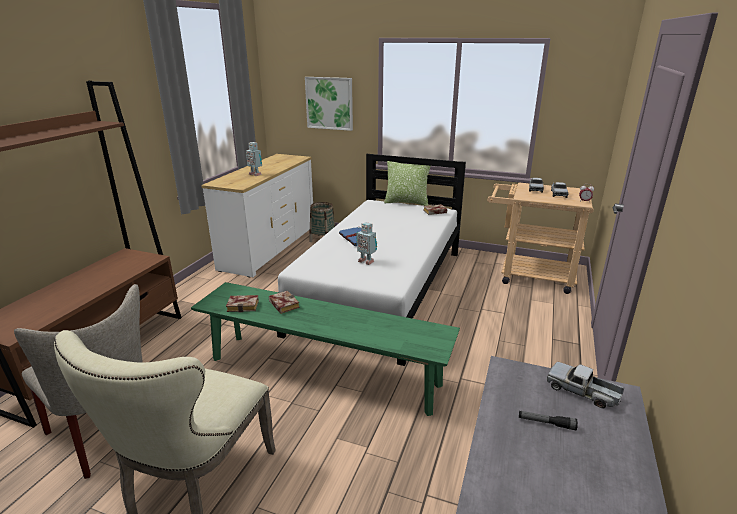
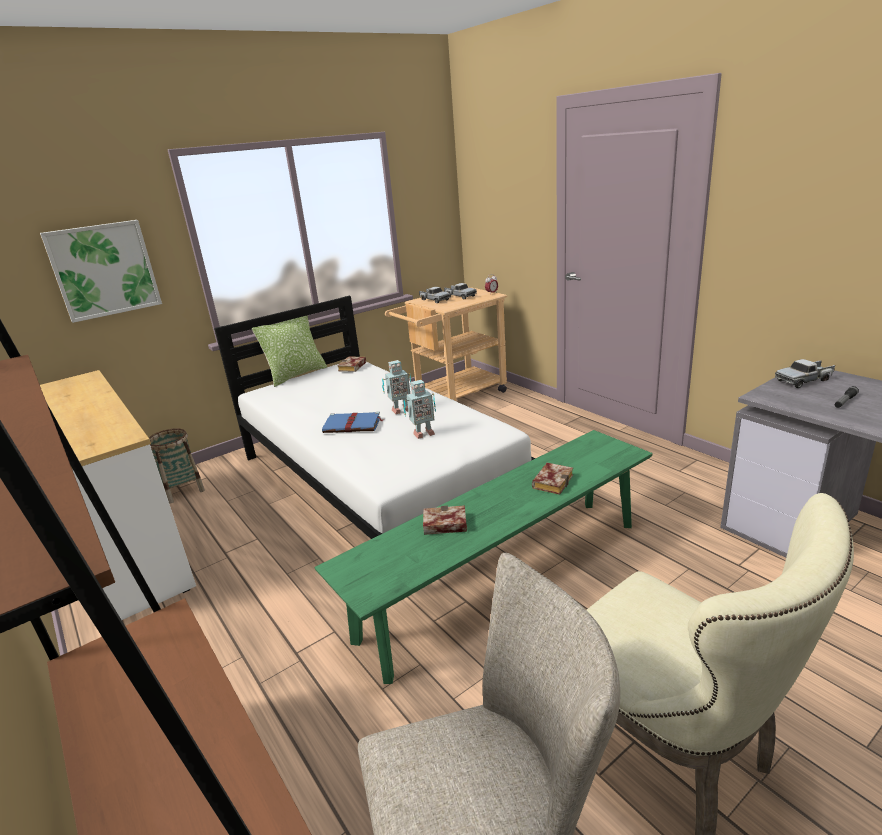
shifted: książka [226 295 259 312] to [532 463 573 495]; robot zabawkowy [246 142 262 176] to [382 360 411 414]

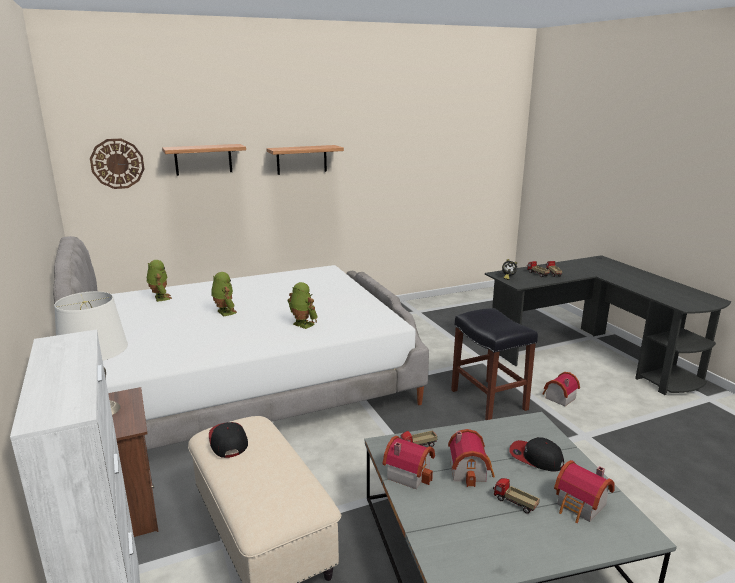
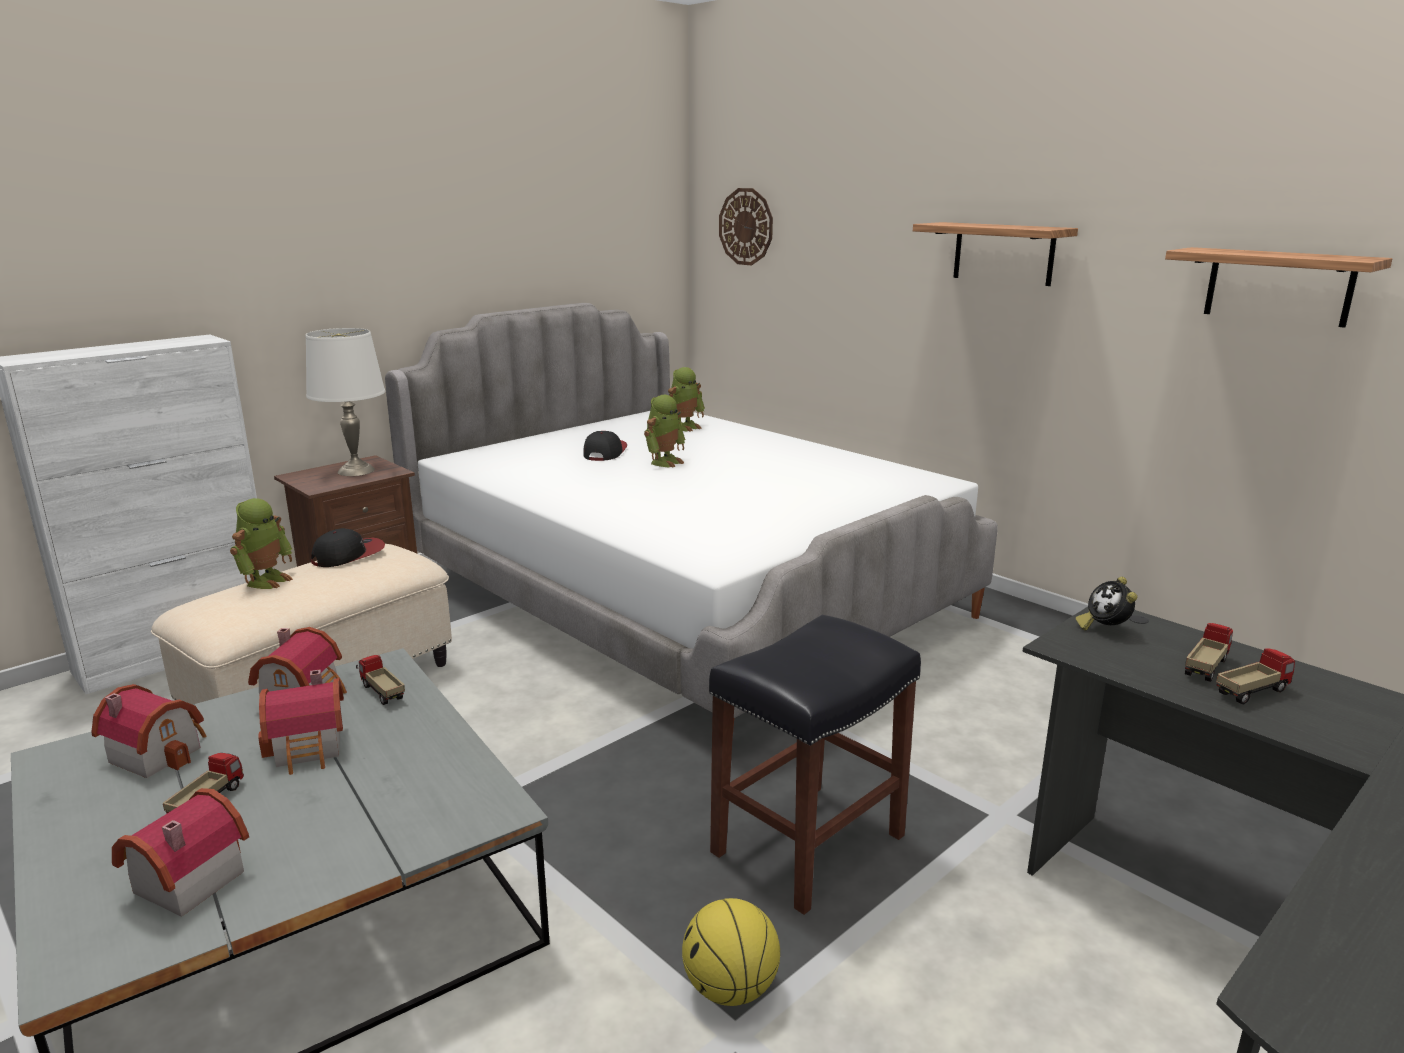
new: piłka do koszykówki [682 898 780 1006]
shifted: półka [162 144 246 176] to [1165 247 1392 328]; robot zabawkowy [288 282 318 329] to [230 498 293 589]; czapka z daszkiem [509 437 564 472] to [583 431 627 461]; domek [543 372 580 406] to [91 684 207 778]

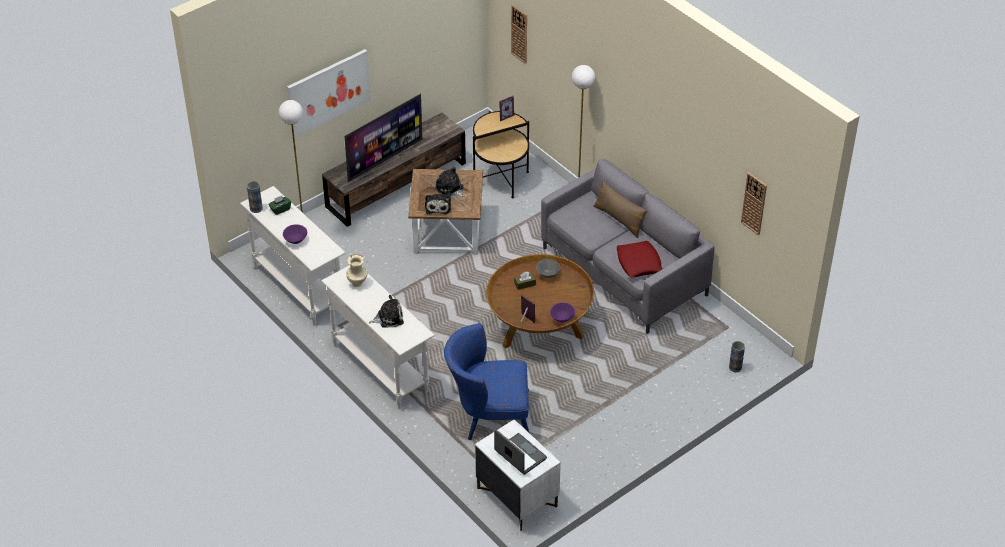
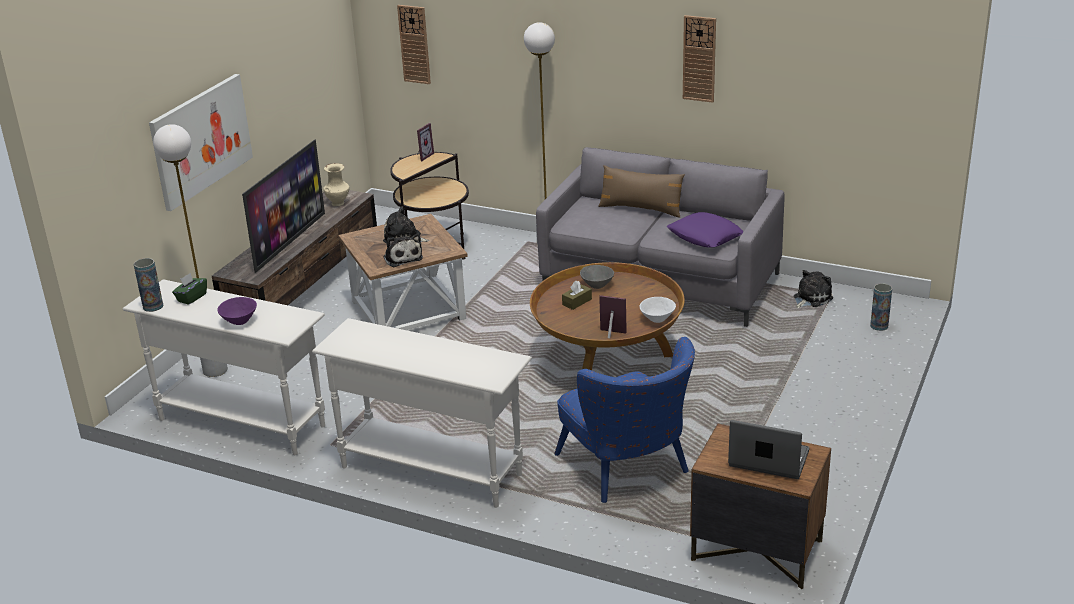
shifted: wazon/beżowy [346 254 368 287] to [323 163 349 206]; pluszak [369 295 404 328] to [794 270 833 308]; zegar ścienny [741 172 767 236] to [683 15 716 103]
repainted: szafka nocna/biały [475 419 561 531] to szafka nocna/brązowy [690 424 831 590]; miska/fioletowy [550 302 575 322] to miska/biały [640 297 676 323]; poduszka/czerwony [617 241 662 278] to poduszka/fioletowy [667 212 744 247]
rotated: fotel/niebieski [444 323 529 440] = [554 337 695 503] 90 degrees counterclockwise

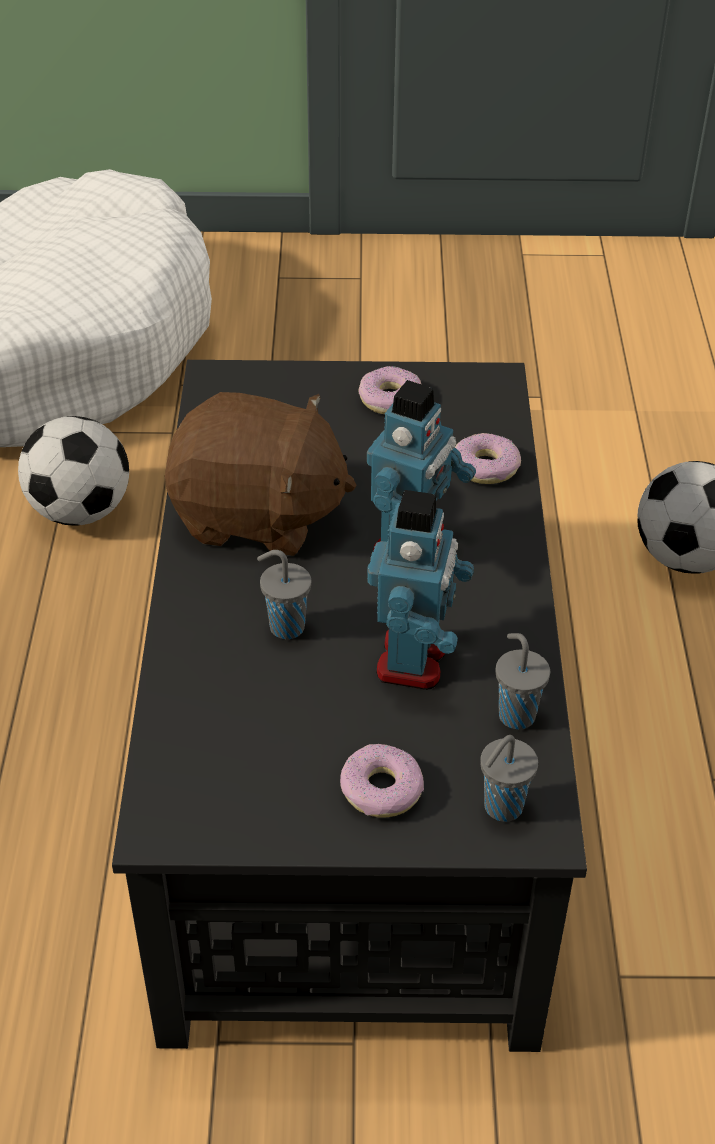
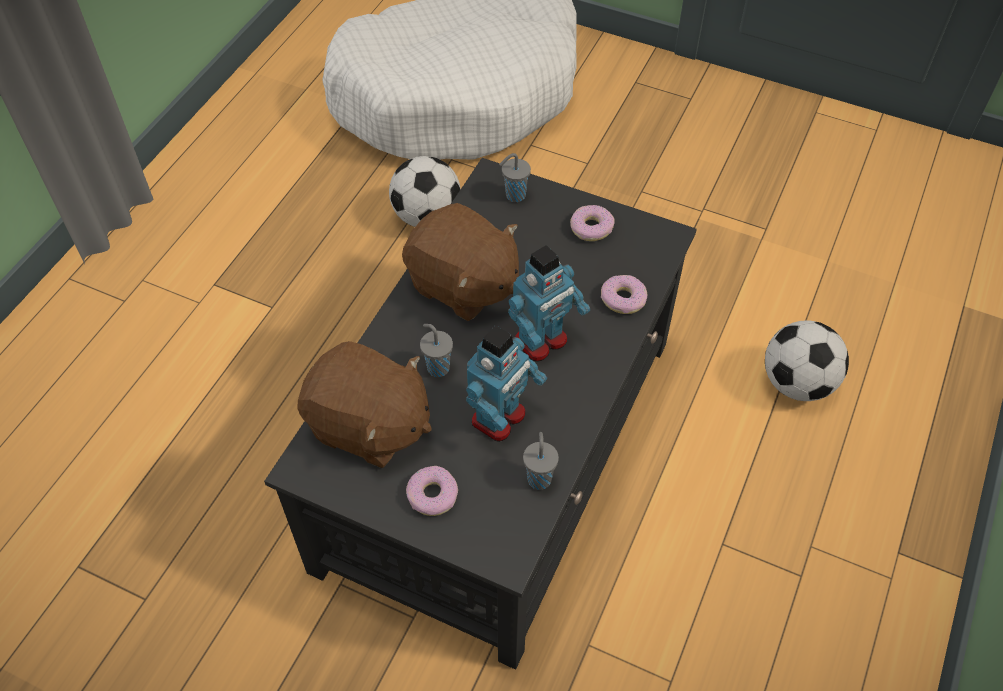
new: pluszak/brązowy [297 341 431 468]
shifted: filiżanka/szary [480 735 538 822] to [499 153 531 202]

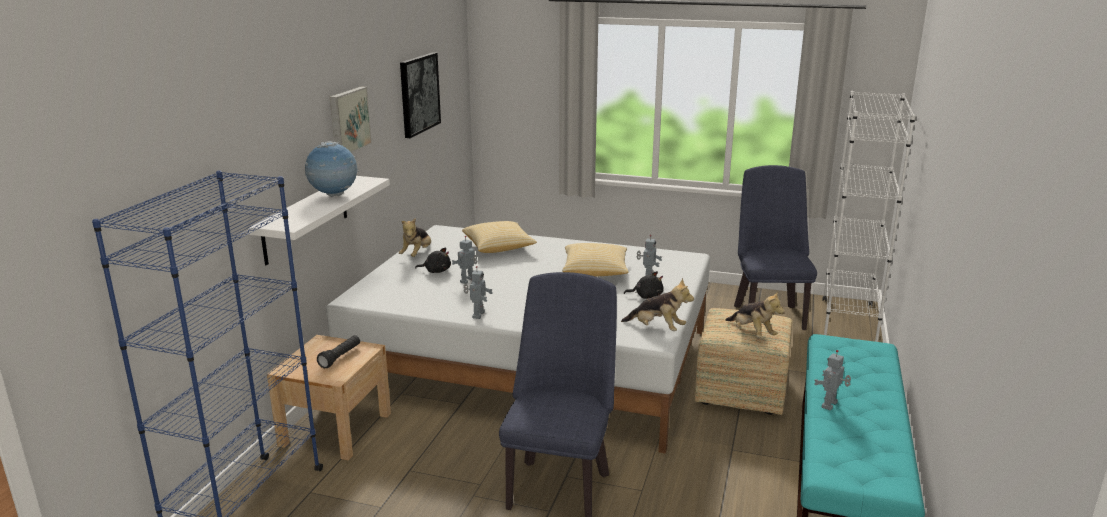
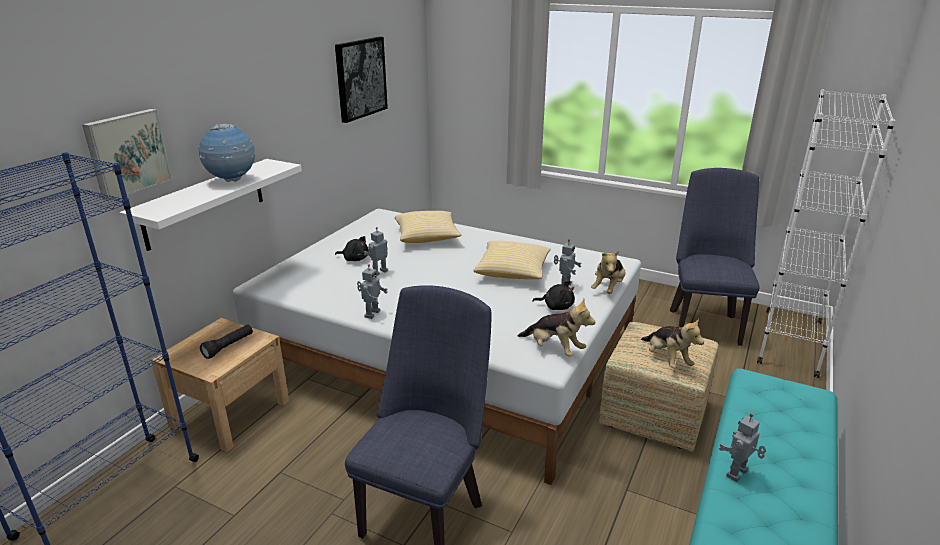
shifted: obraz [330 87 372 153] to [82 109 172 201]; pluszak [399 218 431 257] to [591 251 626 294]

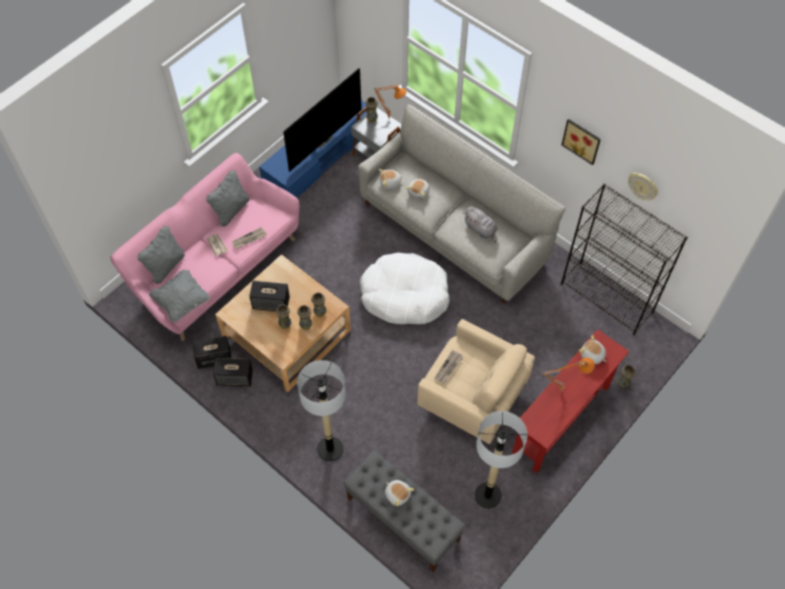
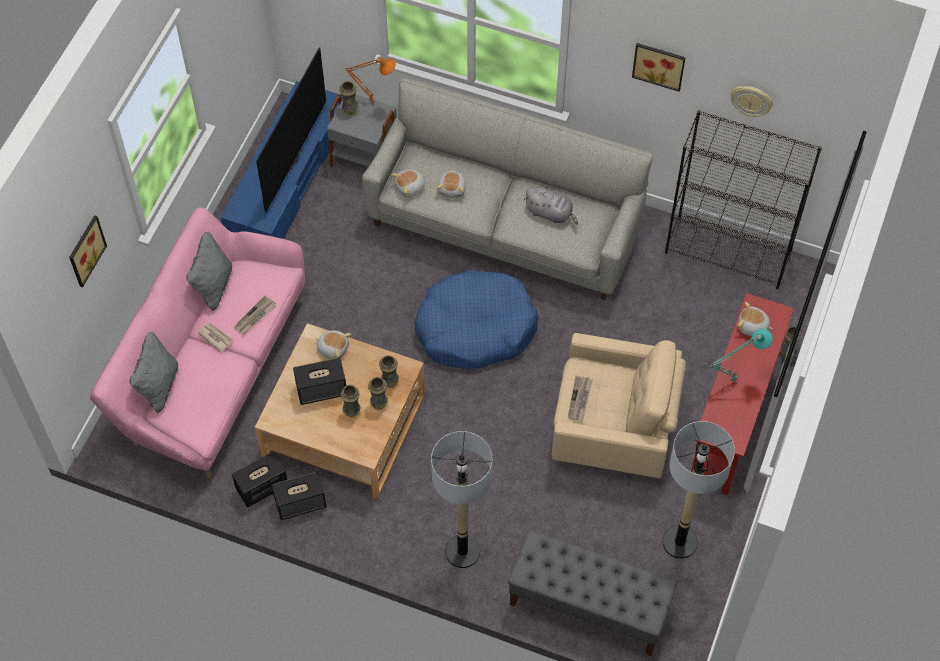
gone: poduszka/szary [149 270 210 322]
new: obraz [69 215 107 287]
shifted: pluszak [385 480 414 506] to [315 331 351 359]
repainted: legowisko/biały [360 253 450 324] to legowisko/niebieski [414 270 538 369]; lampa stołowa/pomarańczowy [543 357 595 391] to lampa stołowa/turkusowy [710 328 773 382]

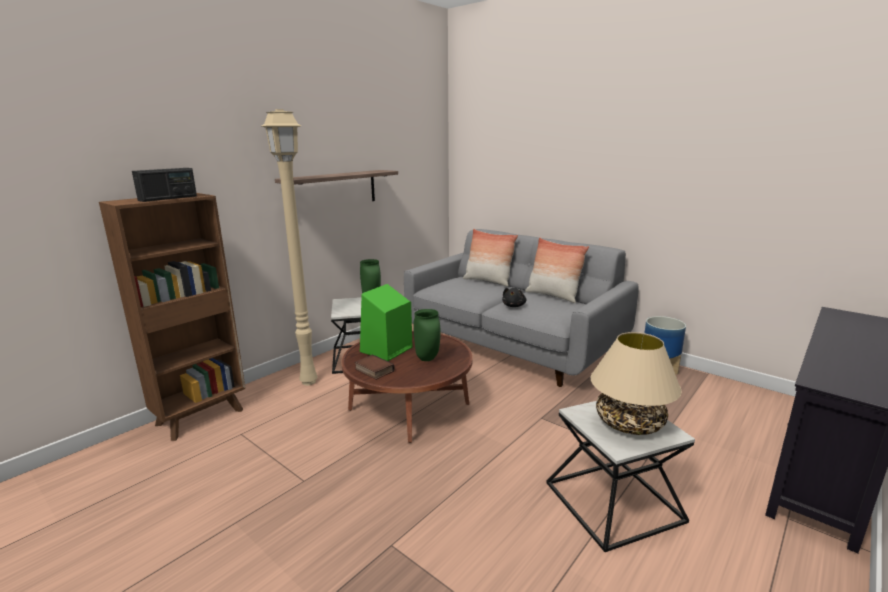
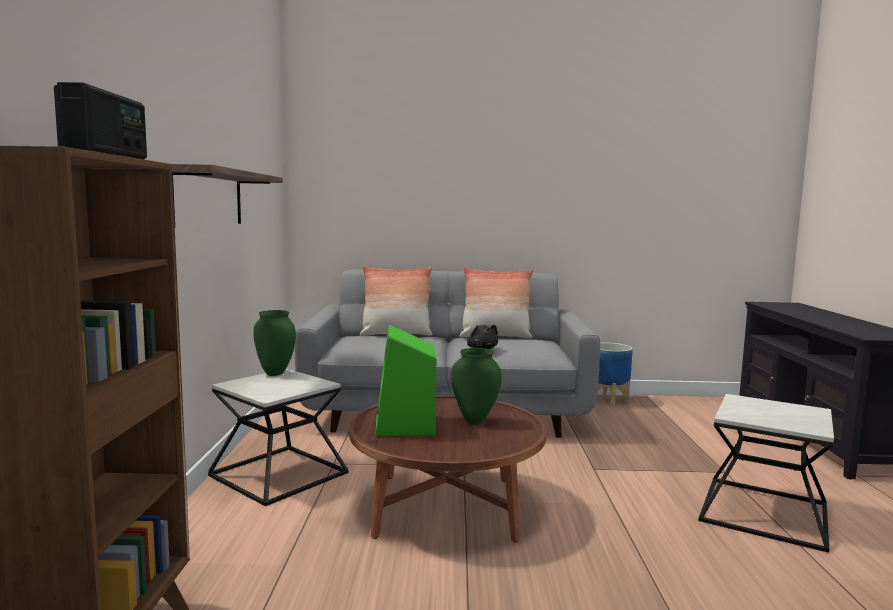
gone: lampa stojąca/beżowy [262 109 318 385]; książka [354 354 395 380]; lampa stołowa/beżowy [591 332 682 435]

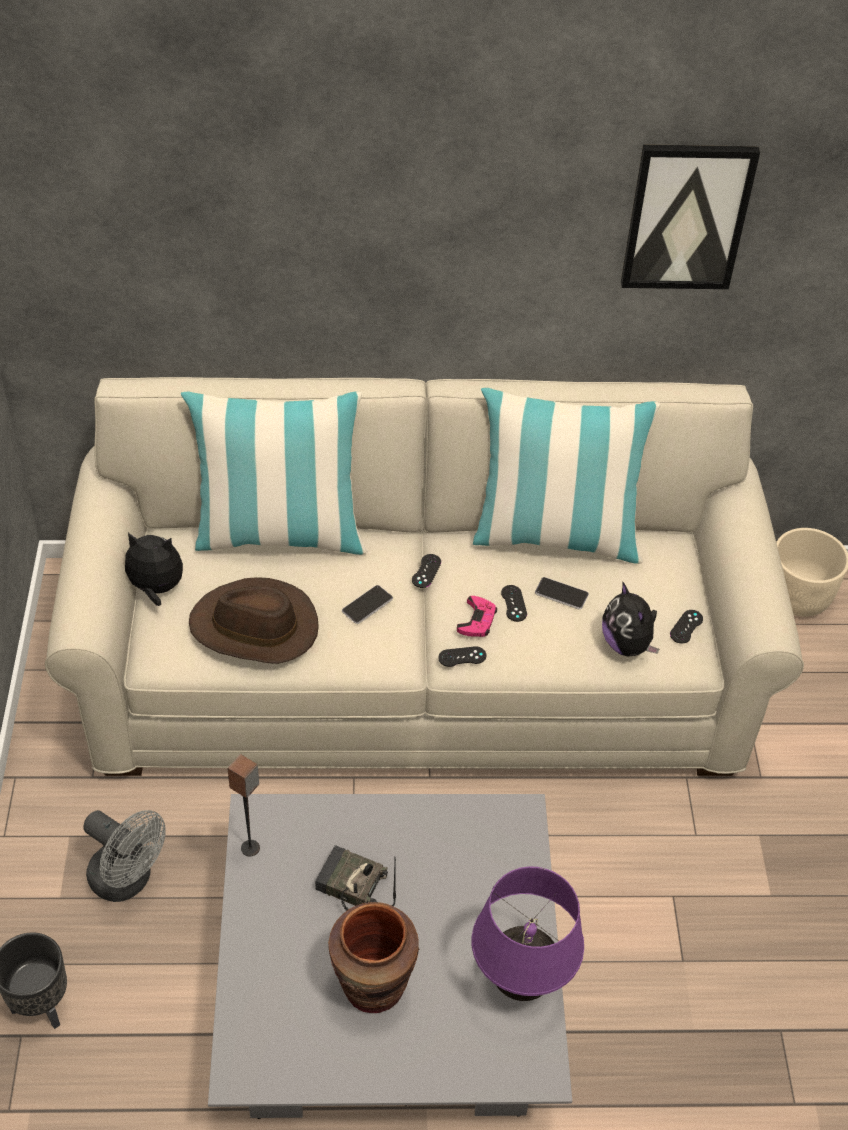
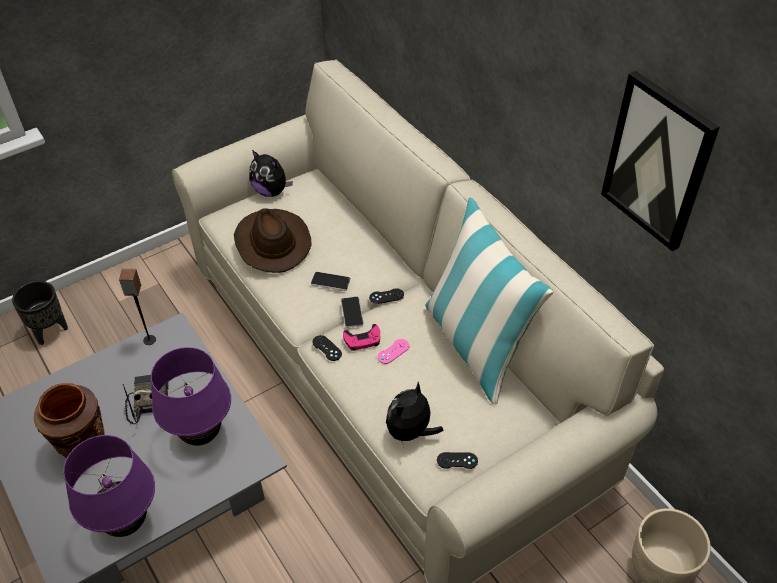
gone: wentylator/szary [83 810 166 902]; poduszka [181 392 368 555]
new: lampa stołowa/fioletowy [151 347 231 446]
shifted: telefon [535 577 589 610] to [341 297 364 328]
repainted: pad do gier/czarny [501 585 527 622] to pad do gier/różowy [377 339 409 364]
rotated: pluszak [125 533 183 606] = [249 150 293 197] 150 degrees clockwise

